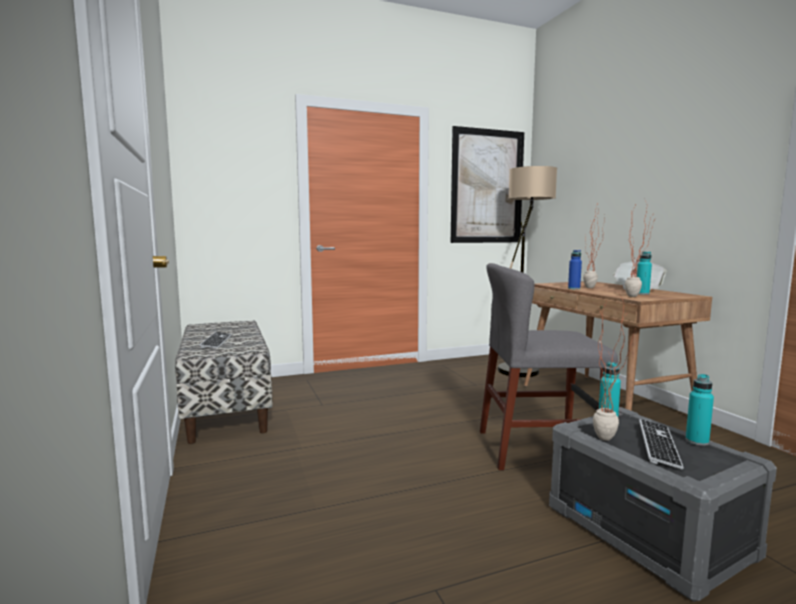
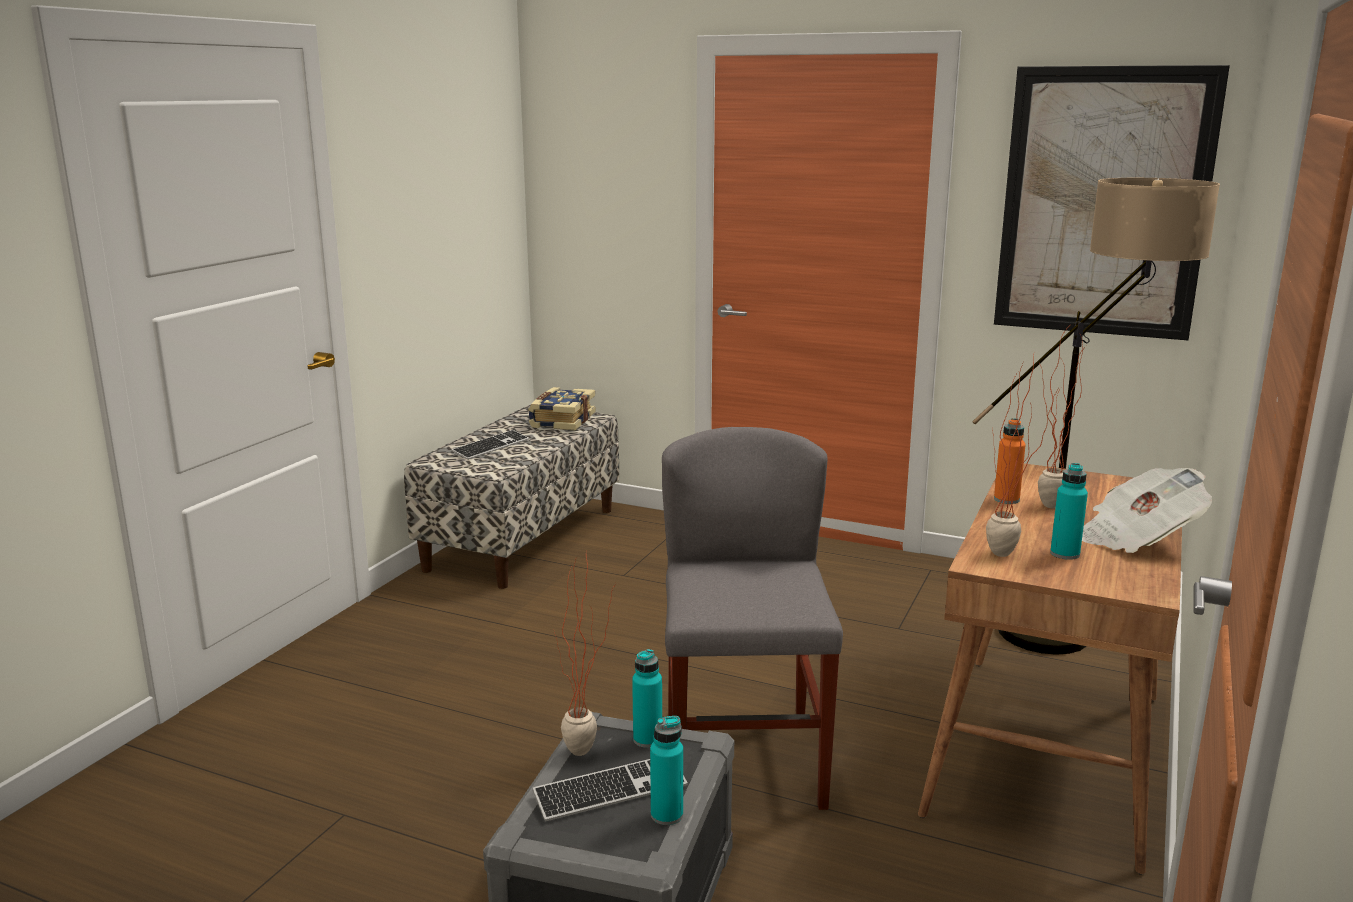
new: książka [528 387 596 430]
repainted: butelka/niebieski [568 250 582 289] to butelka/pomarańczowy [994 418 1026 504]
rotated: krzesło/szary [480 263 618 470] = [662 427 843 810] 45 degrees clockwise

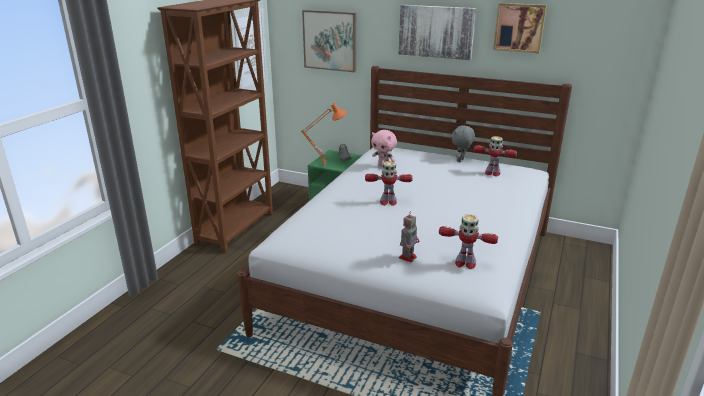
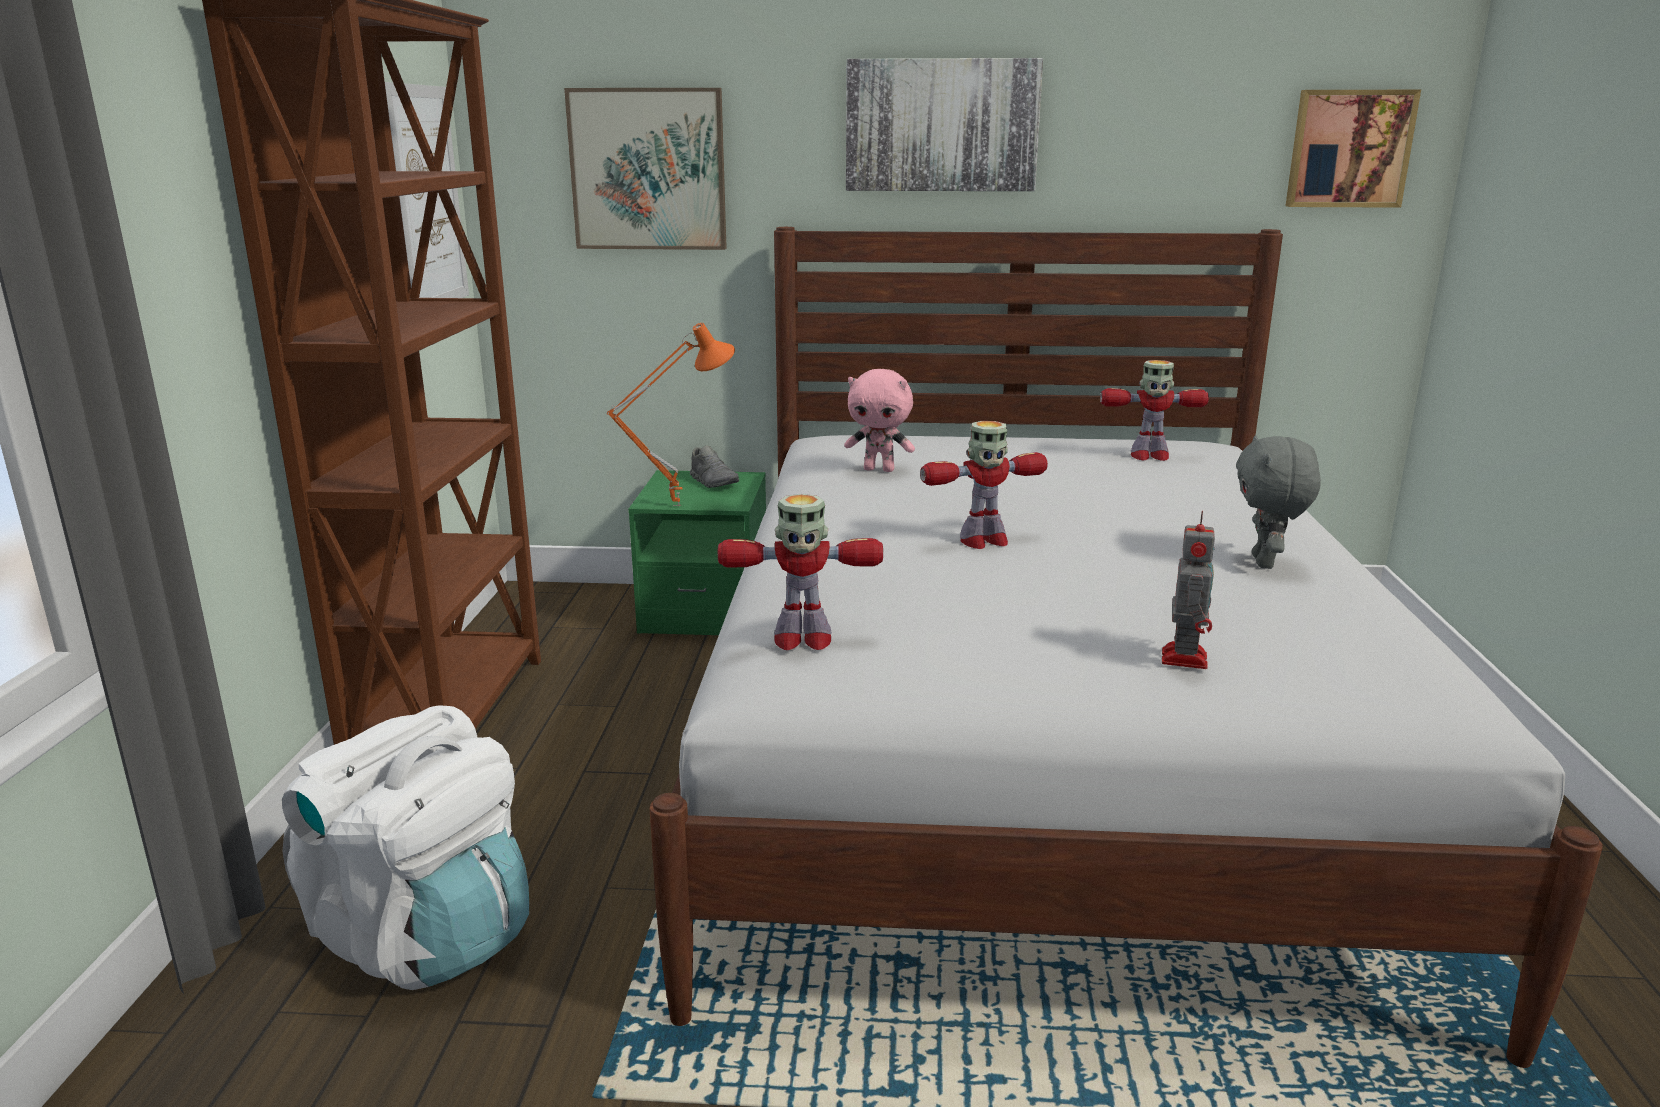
new: plecak/biały [282 706 529 990]
shifted: robot zabawkowy [439 215 498 269] to [717 494 883 650]; pluszak/szary [451 125 475 162] to [1236 435 1321 569]; obraz [493 3 547 53] to [1286 90 1421 208]

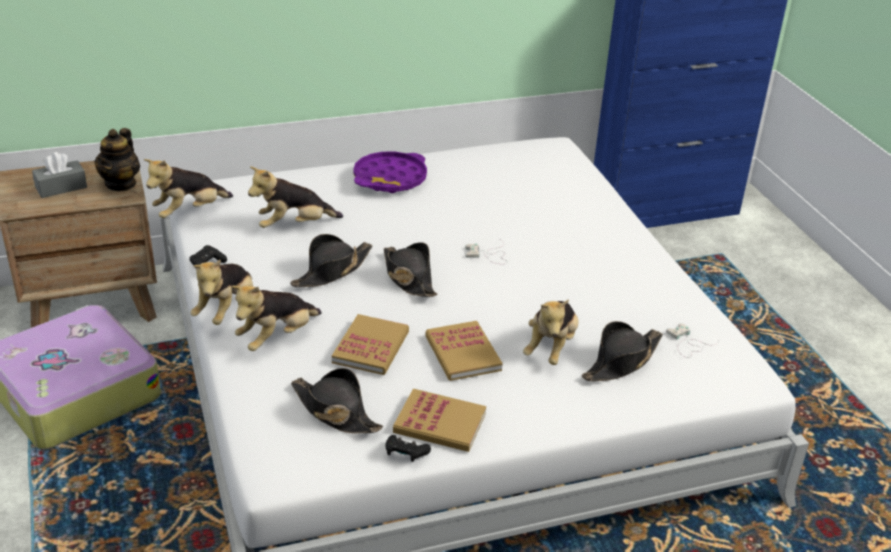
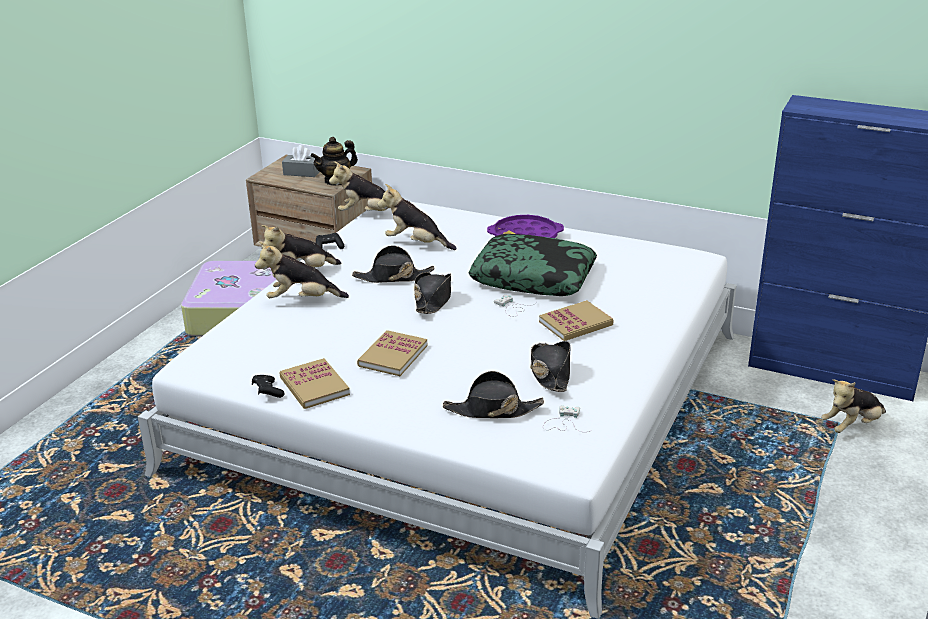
new: poduszka [468 234 597 296]
shifted: kapelusz/czarny [291 368 383 434] to [530 341 571 392]; książka [332 314 409 375] to [539 300 613 341]; pluszak [523 299 579 365] to [821 379 886 433]

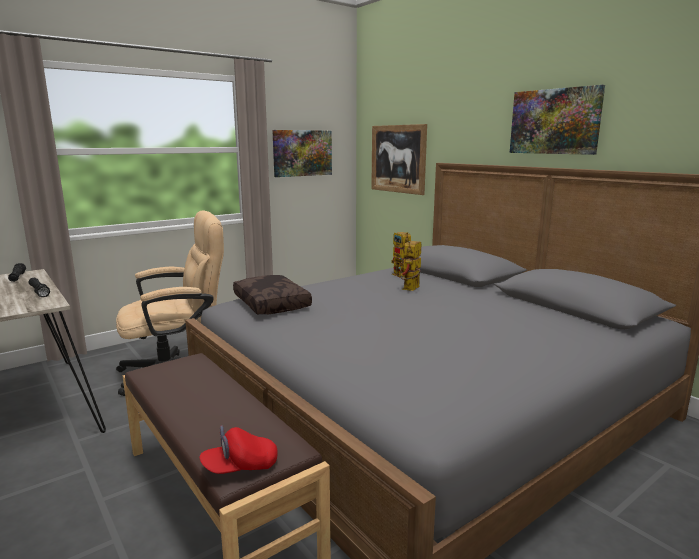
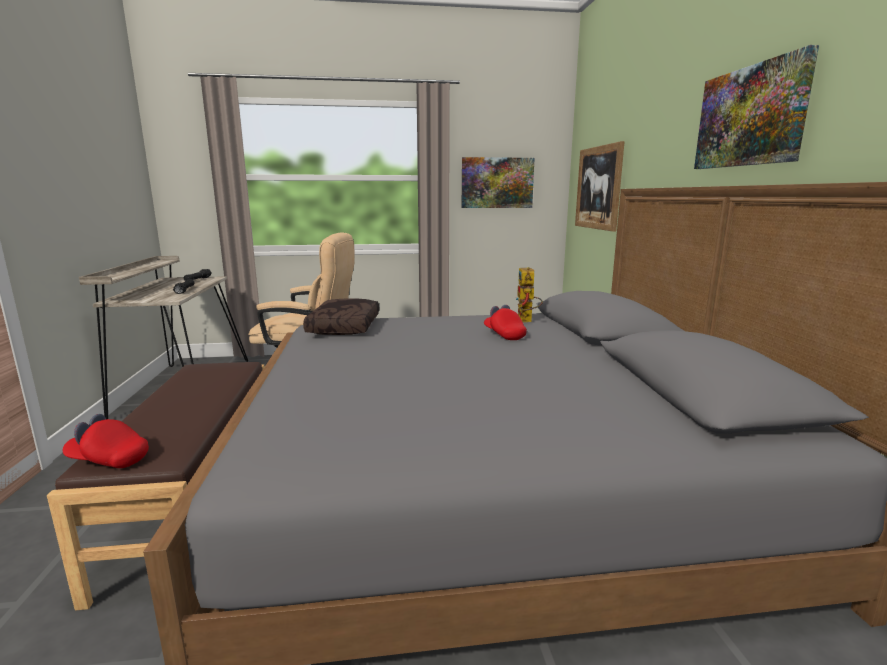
swapped: robot zabawkowy [398 241 421 291] to czapka z daszkiem/czerwony [484 305 527 340]

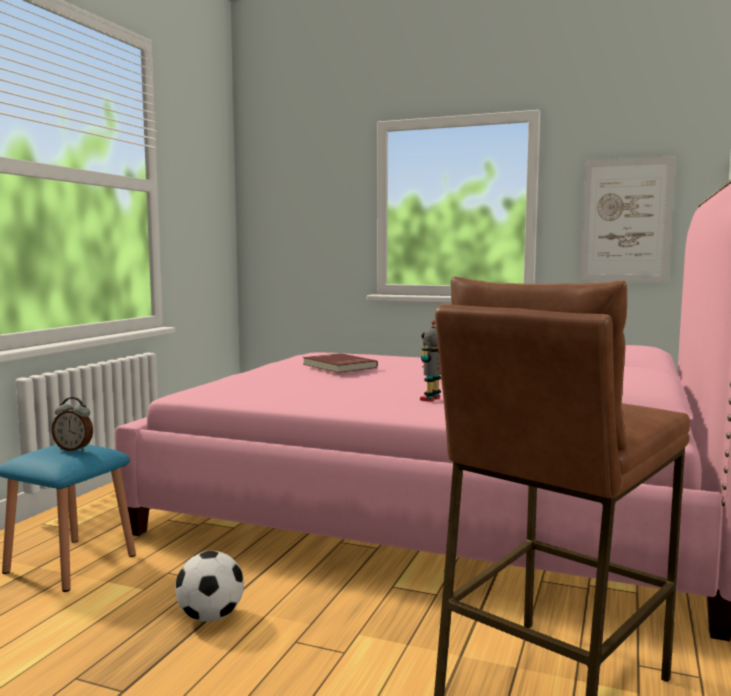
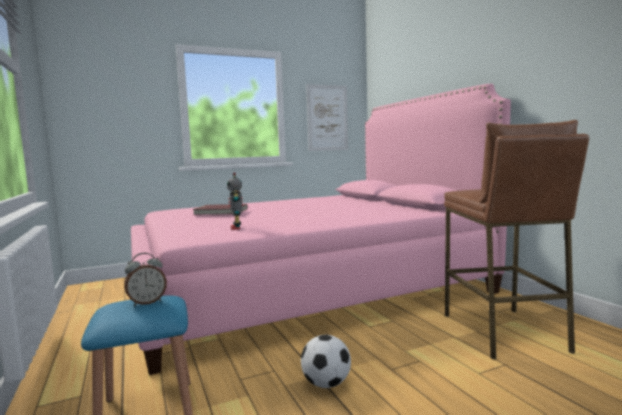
shifted: robot zabawkowy [420 321 441 402] to [227 173 243 230]

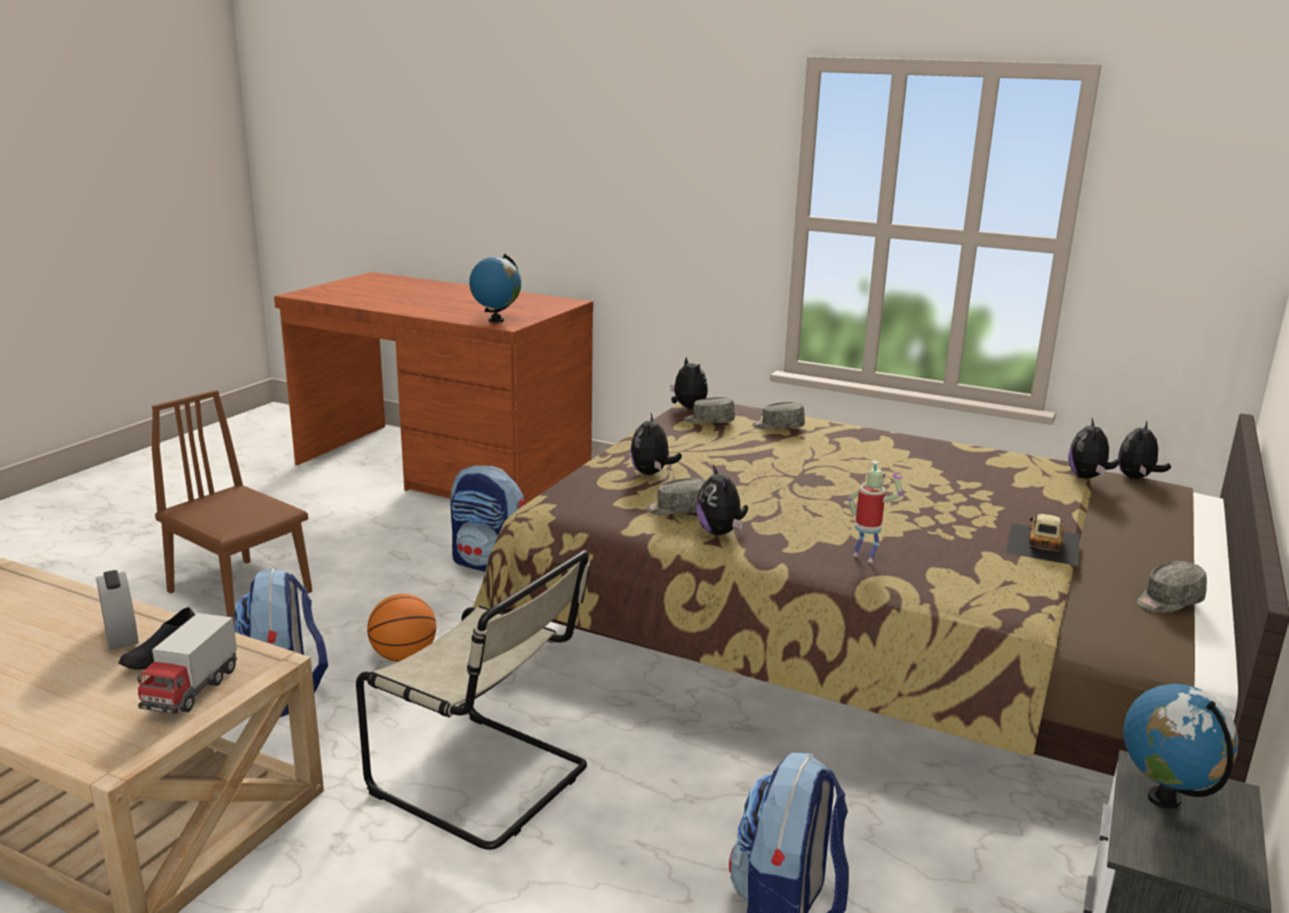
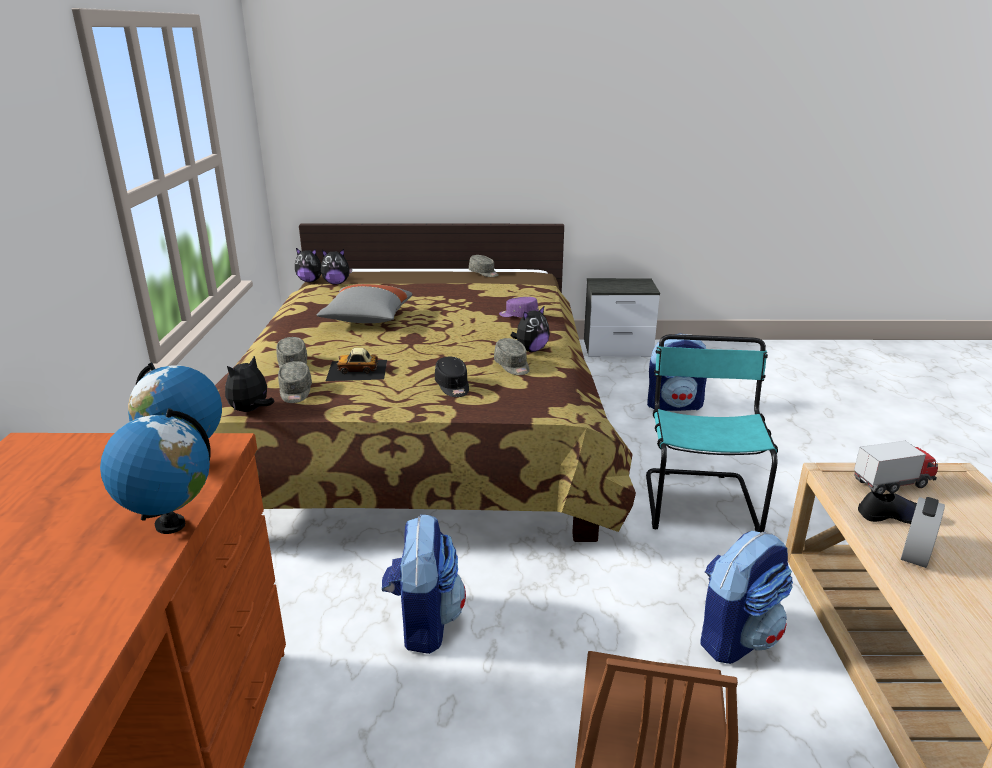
gone: piłka do koszykówki [367 594 436 662]
new: poduszka/szary [317 284 412 323]
shifted: samochodzik [1006 514 1079 566] to [326 348 387 381]; globus [1124 684 1238 809] to [100 408 210 534]
swapped: pluszak [630 413 682 475] to czapka z daszkiem/czarny [435 357 469 397]; robot zabawkowy [848 461 903 563] to czapka z daszkiem/fioletowy [499 297 539 317]
repainted: krzesło/beżowy [356 550 590 850] to krzesło/turkusowy [646 334 778 532]

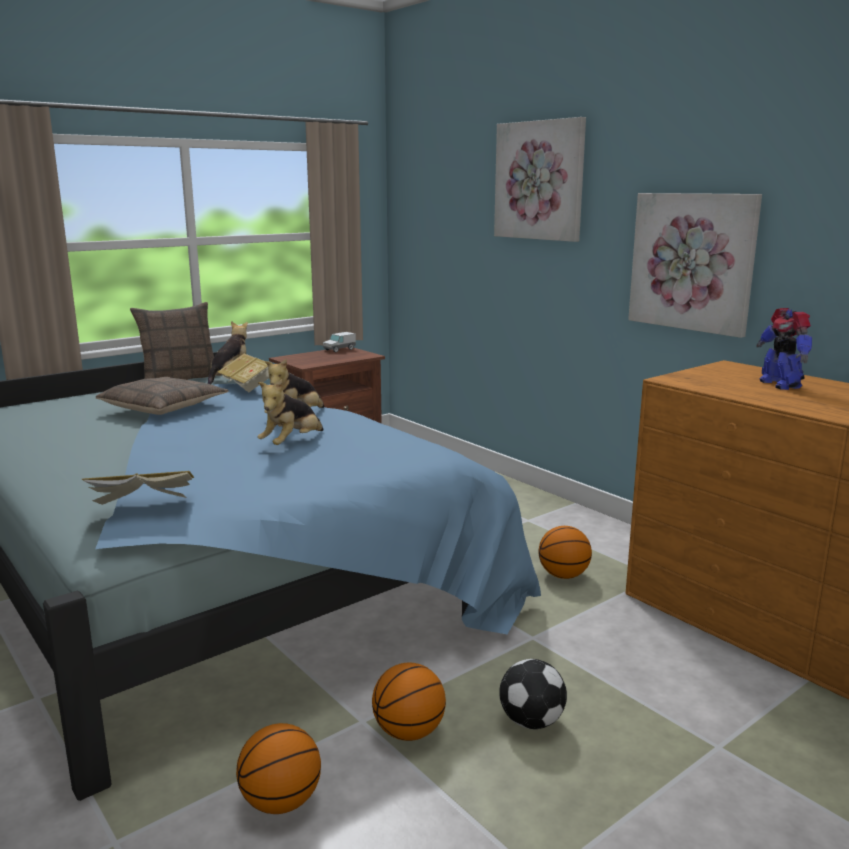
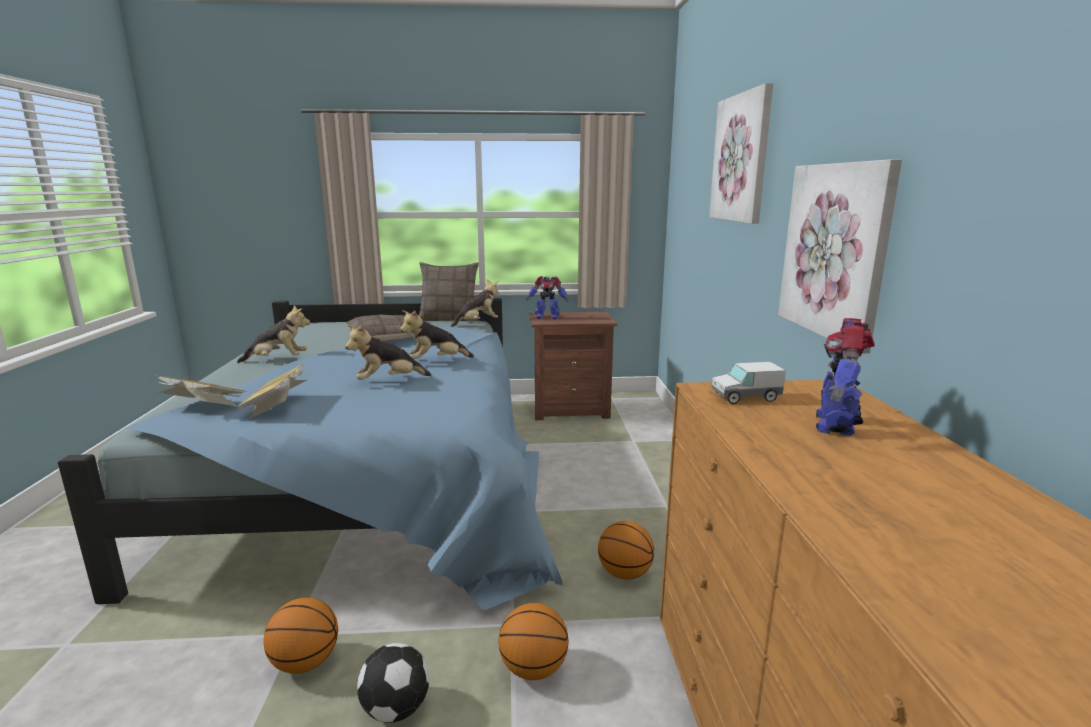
new: pluszak [237 305 310 363]; robot zabawkowy [527 276 568 319]
shifted: książka [218 354 269 393] to [236 364 307 419]; piłka do koszykówki [236 723 321 814] to [499 603 569 680]; ciężarówka zabawkowa [323 332 356 352] to [712 362 786 404]

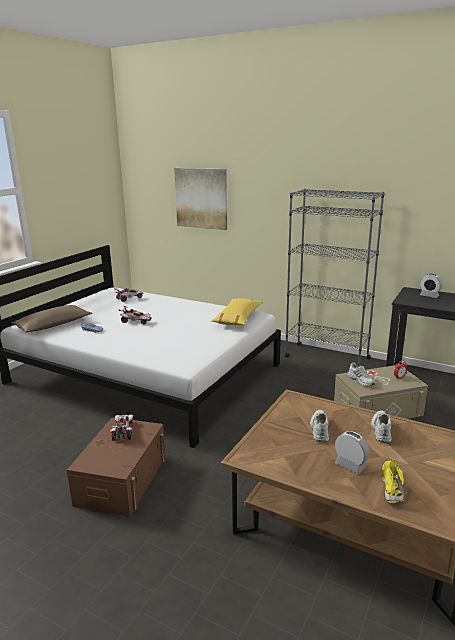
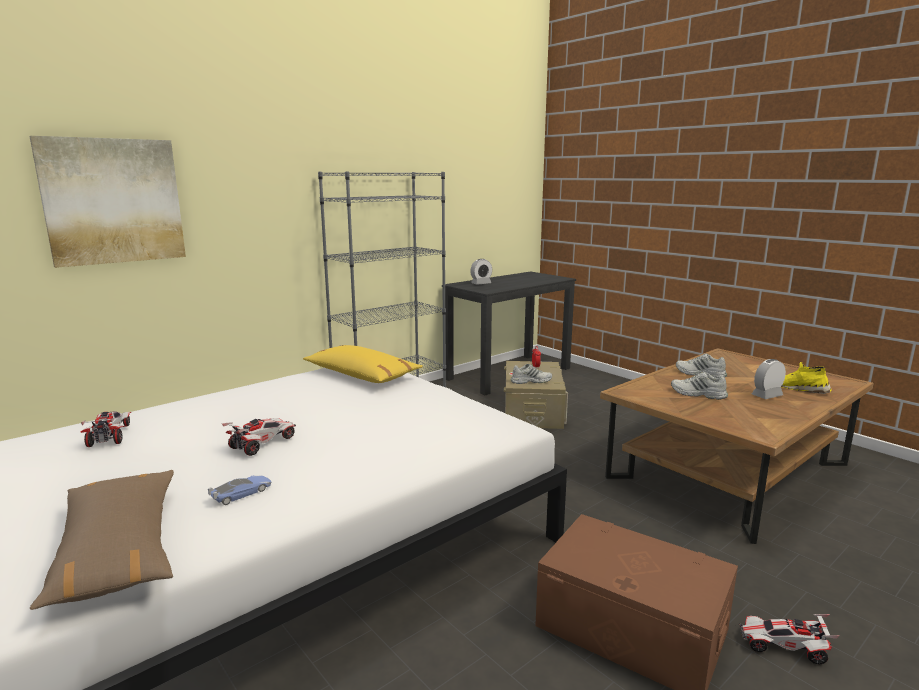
shifted: samochodzik [110 415 133 441] to [739 614 840 664]

